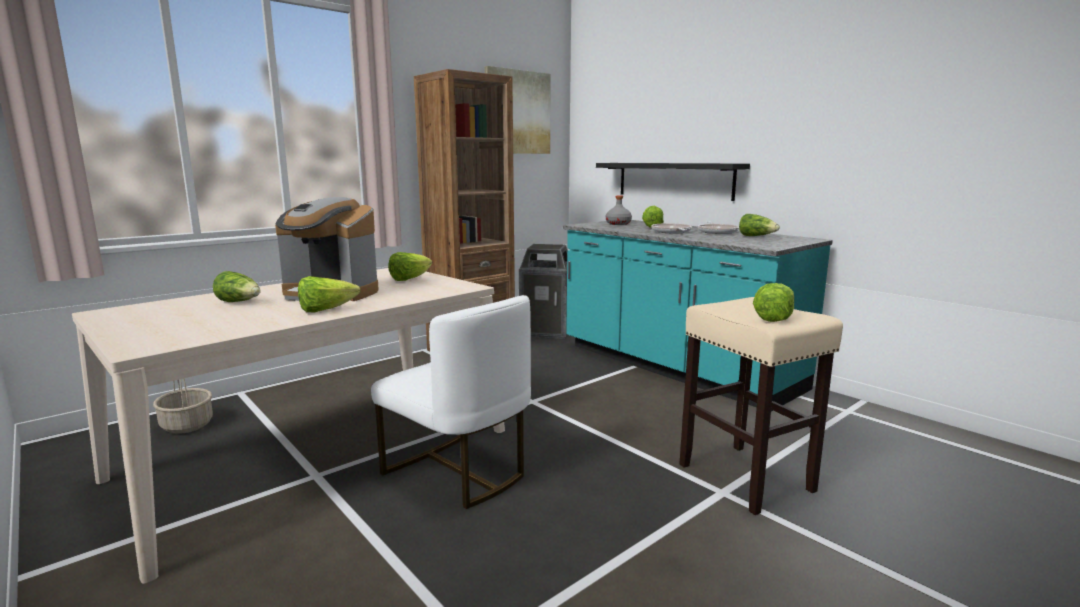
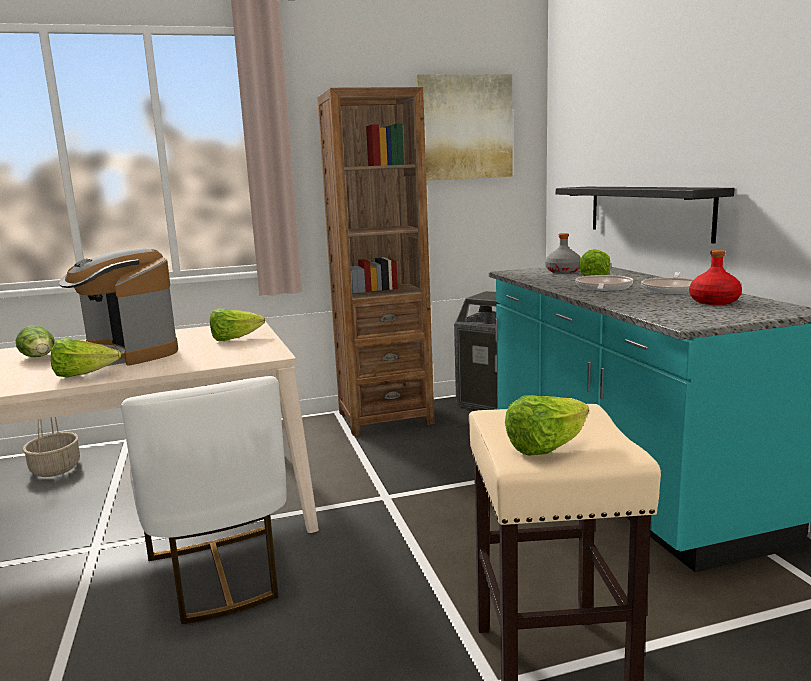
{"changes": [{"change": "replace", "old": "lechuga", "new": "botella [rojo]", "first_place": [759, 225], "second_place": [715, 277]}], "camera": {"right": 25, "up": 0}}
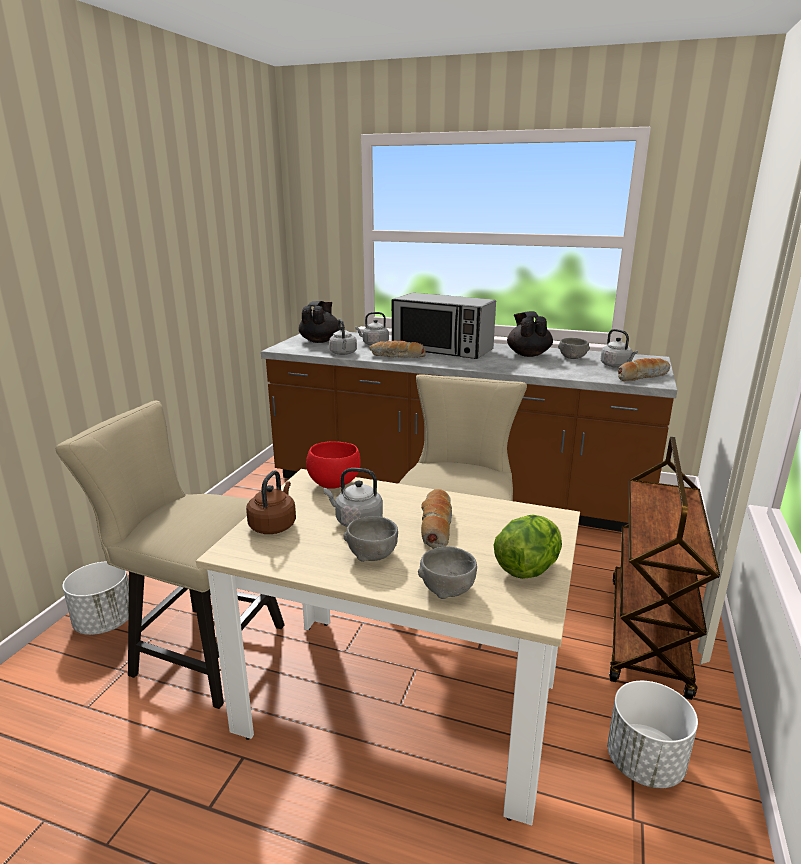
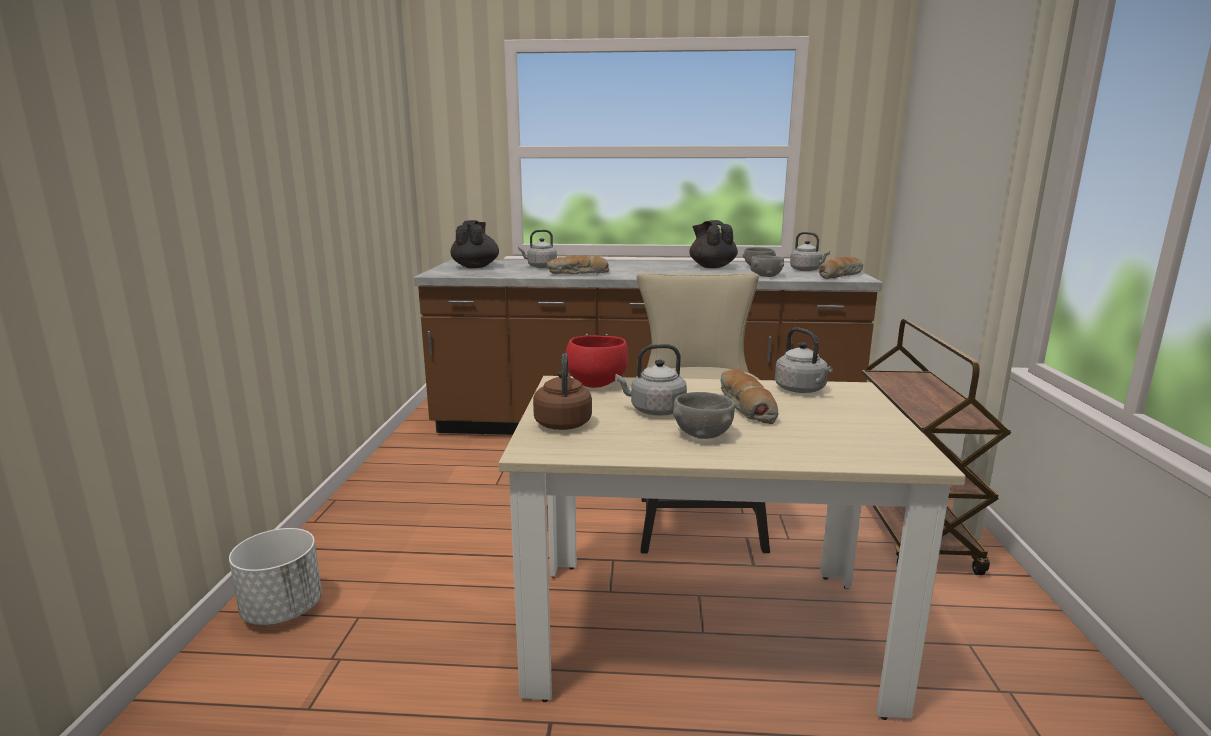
{"changes": [{"change": "delete", "old": "silla [beis]", "first_place": [170, 554]}, {"change": "delete", "old": "microondas", "first_place": [444, 326]}, {"change": "delete", "old": "lechuga", "first_place": [528, 547]}, {"change": "delete", "old": "maceta [blanco]", "first_place": [652, 734]}, {"change": "move", "old": "hervidor [gris]", "first_place": [343, 337], "second_place": [804, 360]}, {"change": "move", "old": "cuenco [gris]", "first_place": [447, 572], "second_place": [767, 266]}], "camera": {"right": -15, "up": -5}}
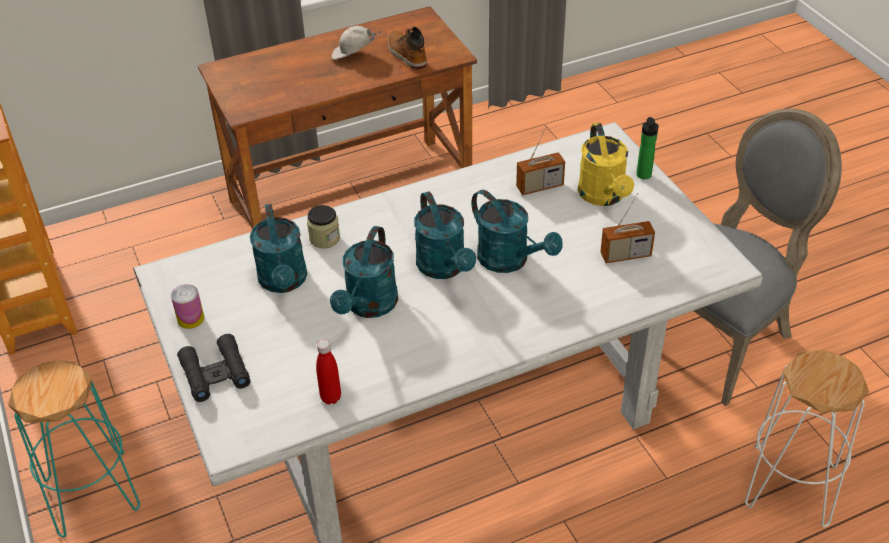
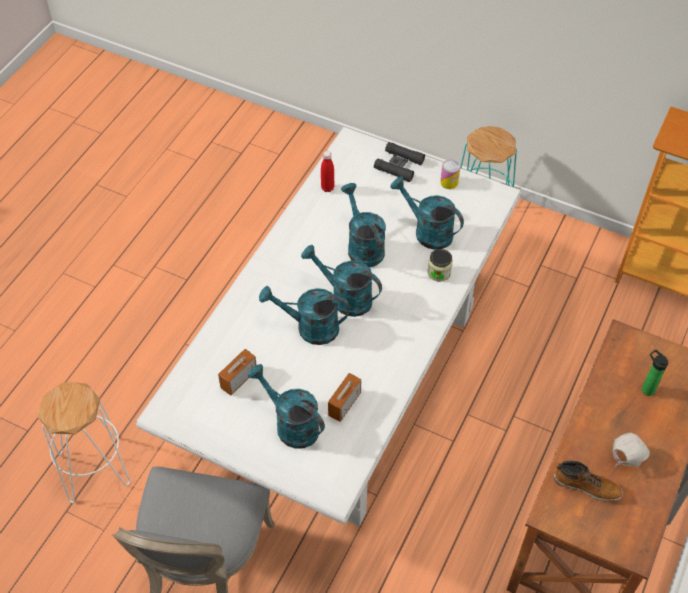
{"changes": [{"change": "move", "old": "botella", "first_place": [647, 148], "second_place": [655, 373]}, {"change": "recolor", "old": "regadera [amarillo]", "new": "regadera [turquesa]", "first_place": [606, 164], "second_place": [286, 406]}], "camera": {"right": 140, "up": 10}}
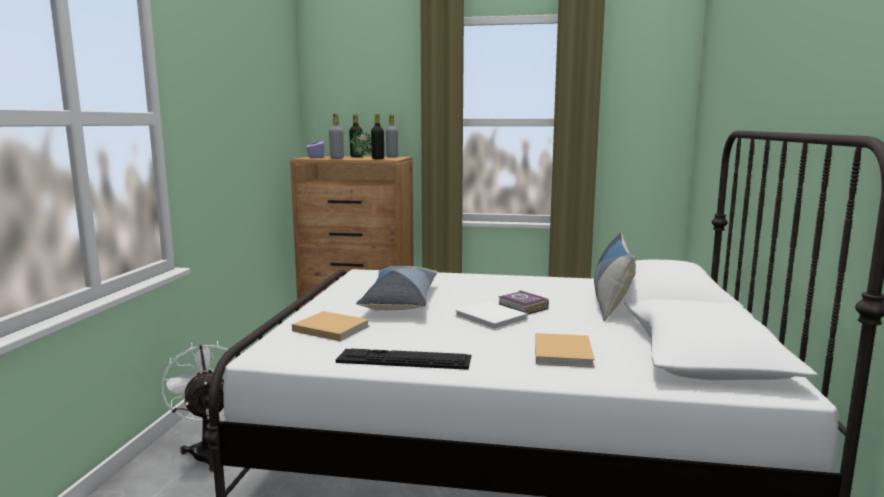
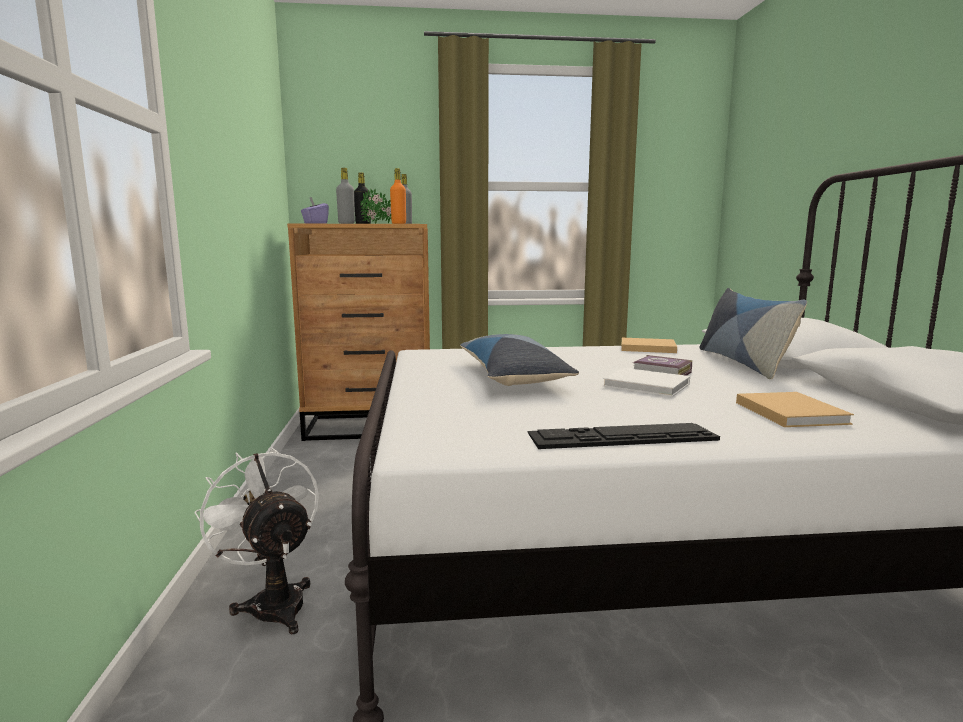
{"changes": [{"change": "move", "old": "libro [beis]", "first_place": [331, 326], "second_place": [649, 345]}, {"change": "recolor", "old": "botella [negro]", "new": "botella [naranja]", "first_place": [377, 136], "second_place": [398, 196]}], "camera": {"right": -15, "up": 0}}
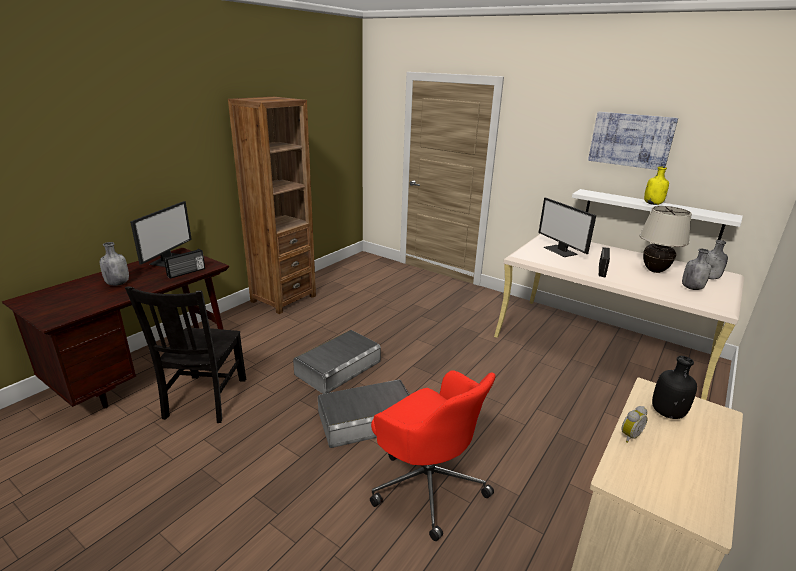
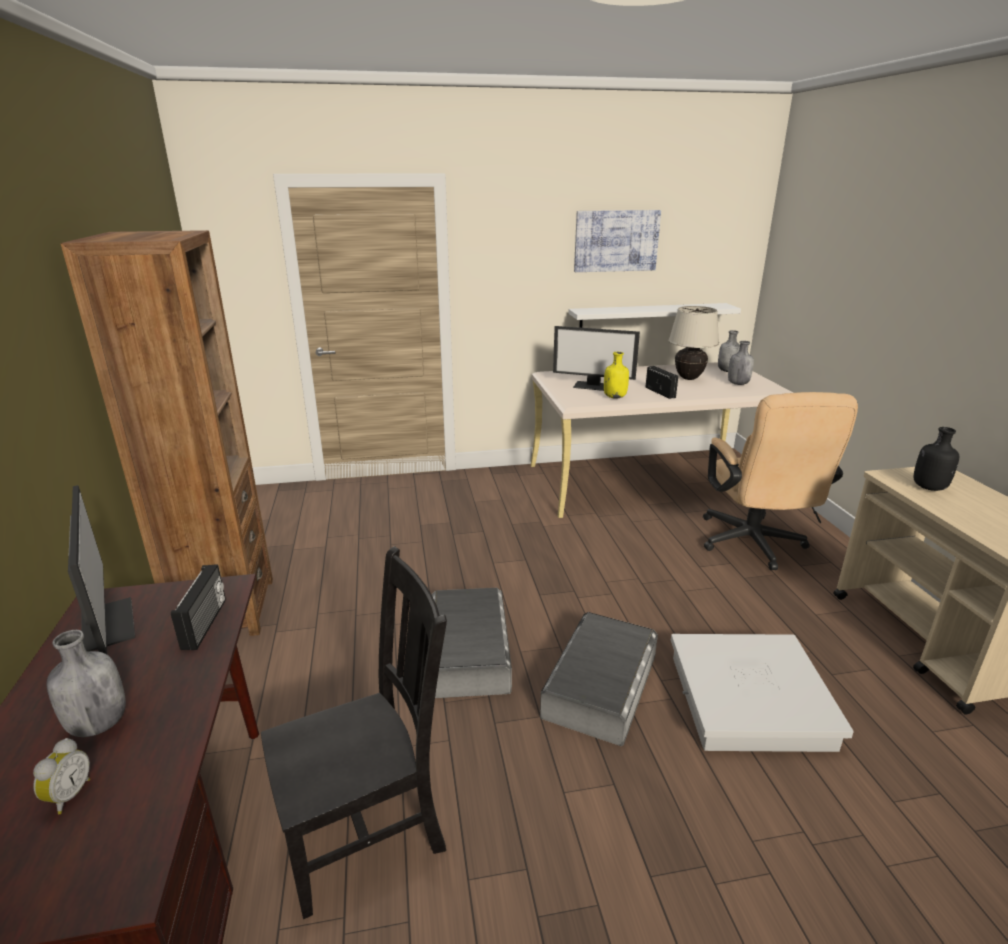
{"changes": [{"change": "insert", "new": "silla de oficina [beis]", "second_place": [780, 481]}, {"change": "move", "old": "despertador", "first_place": [634, 424], "second_place": [61, 776]}, {"change": "move", "old": "botella [amarillo]", "first_place": [656, 185], "second_place": [616, 375]}, {"change": "replace", "old": "silla de oficina [rojo]", "new": "caja de almacenaje [blanco]", "first_place": [432, 455], "second_place": [762, 693]}, {"change": "rotate", "old": "silla [negro]", "first_place": [185, 354], "second_place": [354, 732], "degrees": -75}], "camera": {"right": -45, "up": 0}}
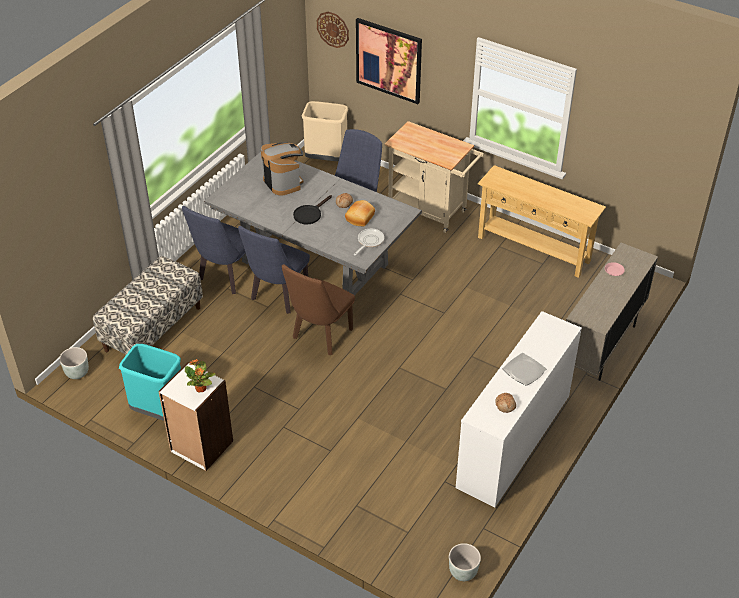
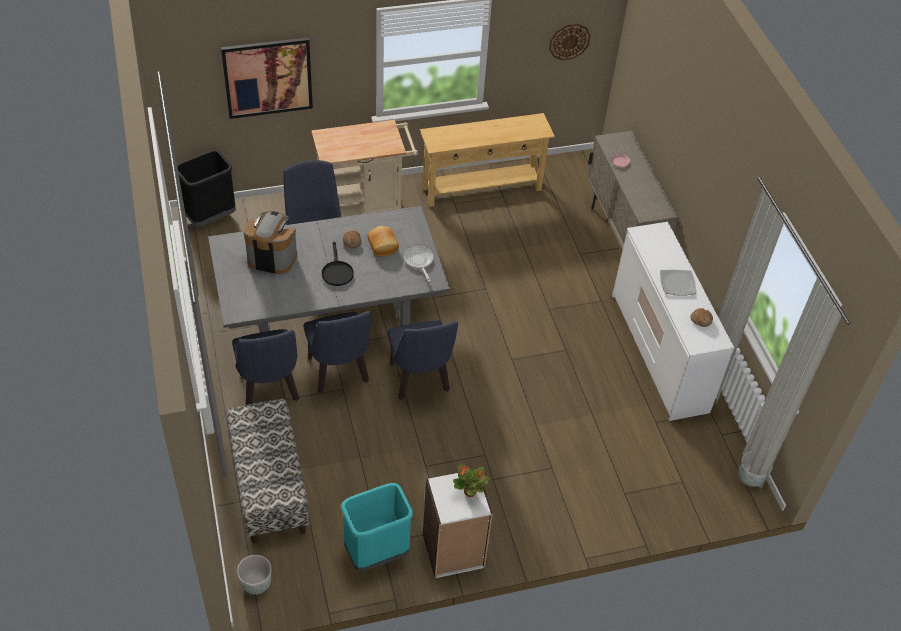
{"changes": [{"change": "move", "old": "reloj de pared", "first_place": [333, 30], "second_place": [570, 42]}, {"change": "recolor", "old": "silla [marrón]", "new": "silla [azul]", "first_place": [318, 309], "second_place": [423, 360]}, {"change": "recolor", "old": "papelera [beis]", "new": "papelera [negro]", "first_place": [325, 131], "second_place": [206, 188]}], "camera": {"right": -50, "up": 5}}
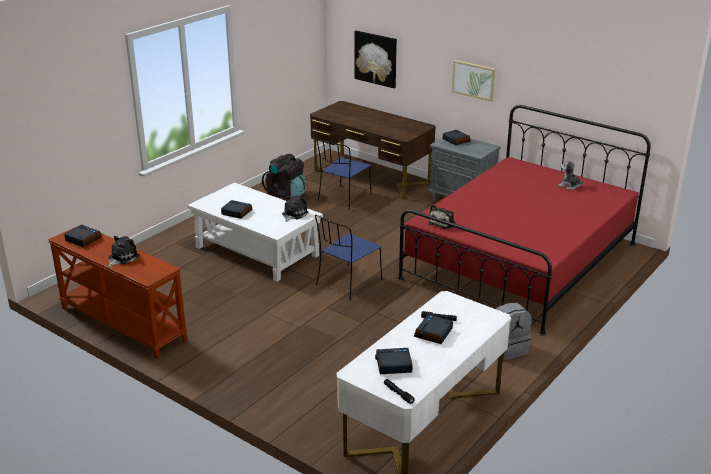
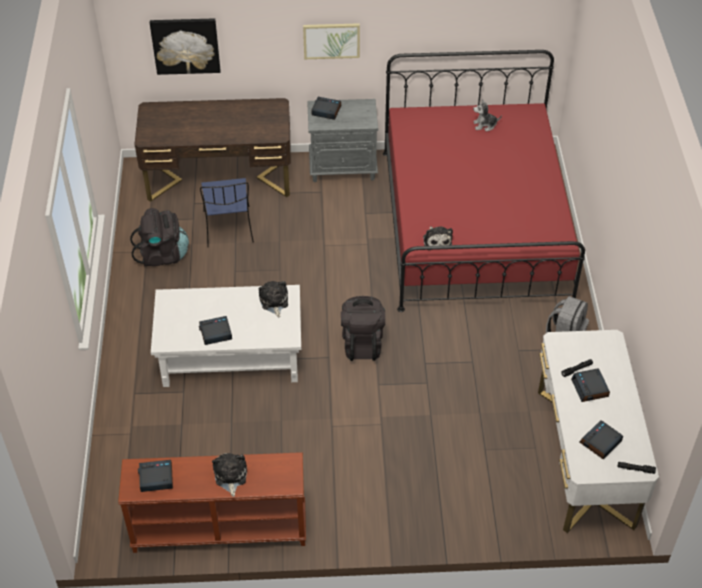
{"changes": [{"change": "replace", "old": "silla [azul]", "new": "mochila [negro]", "first_place": [348, 257], "second_place": [363, 328]}], "camera": {"right": -40, "up": 20}}
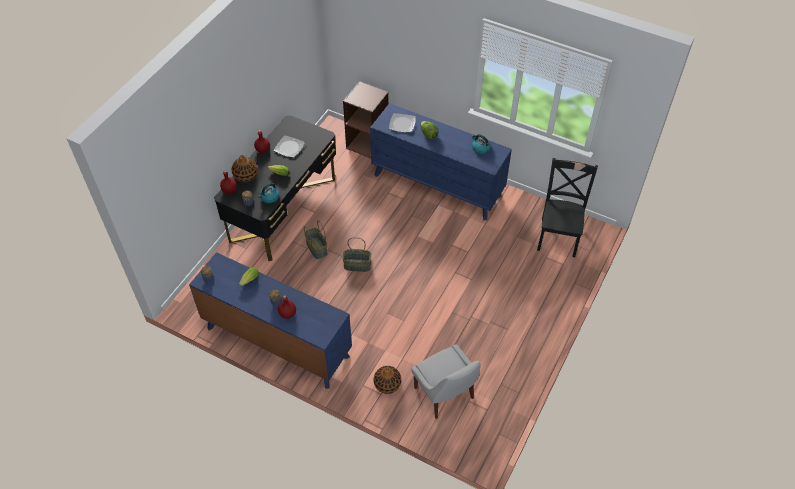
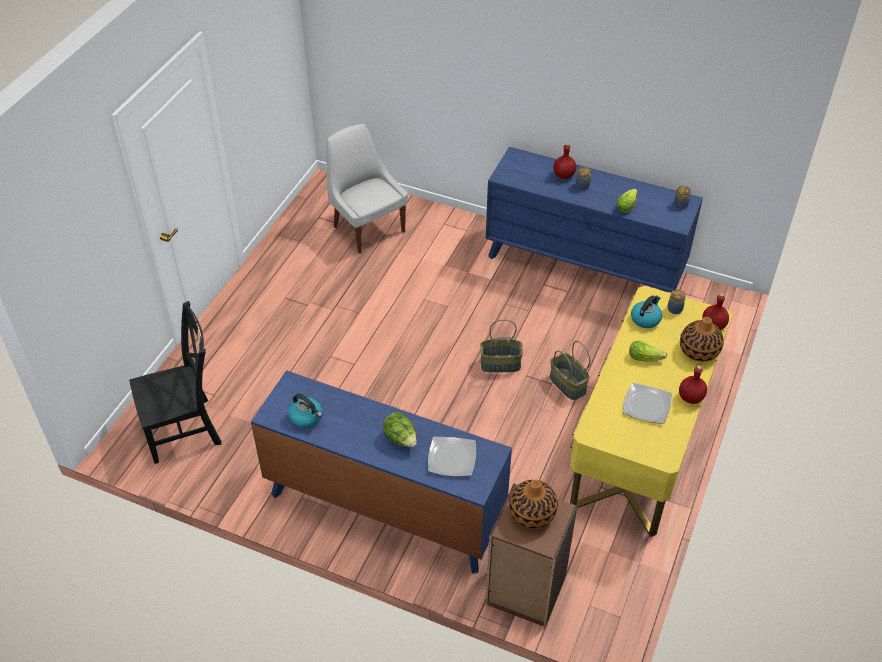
{"changes": [{"change": "move", "old": "florero", "first_place": [387, 380], "second_place": [533, 504]}, {"change": "recolor", "old": "escritorio [negro]", "new": "escritorio [amarillo]", "first_place": [275, 188], "second_place": [651, 411]}, {"change": "rotate", "old": "silla [negro]", "first_place": [567, 207], "second_place": [175, 382], "degrees": -120}], "camera": {"right": 175, "up": -5}}
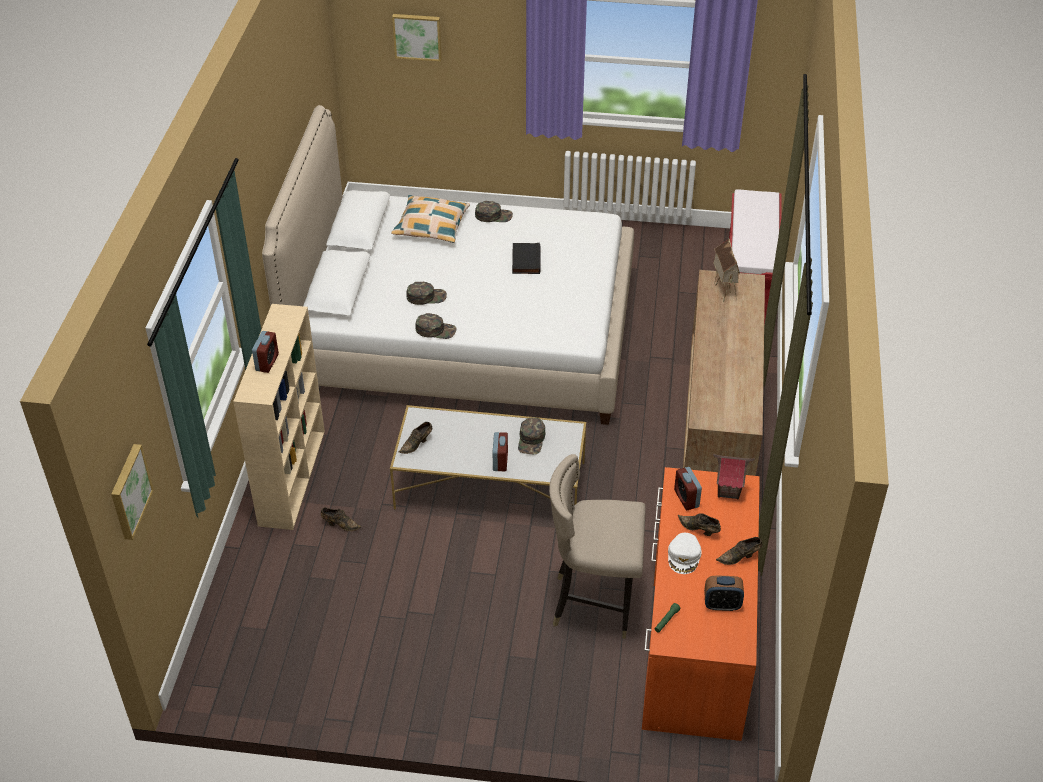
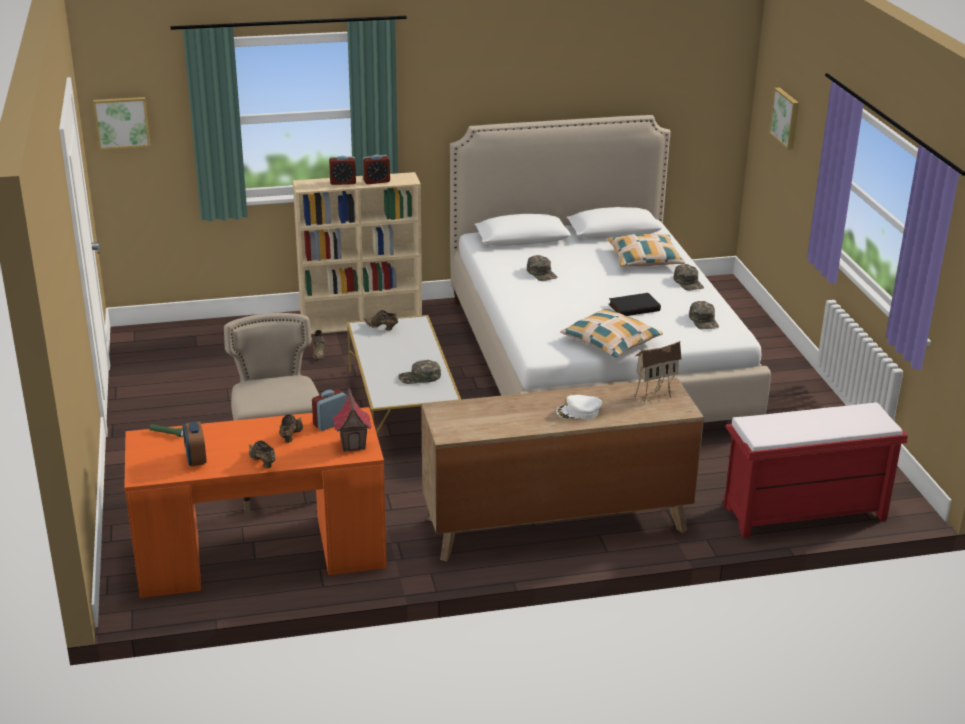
{"changes": [{"change": "insert", "new": "cojín", "second_place": [611, 333]}, {"change": "move", "old": "gorra [verde]", "first_place": [435, 326], "second_place": [704, 315]}, {"change": "move", "old": "despertador", "first_place": [500, 451], "second_place": [376, 169]}, {"change": "move", "old": "gorra [blanco]", "first_place": [685, 553], "second_place": [579, 407]}], "camera": {"right": 70, "up": -15}}
